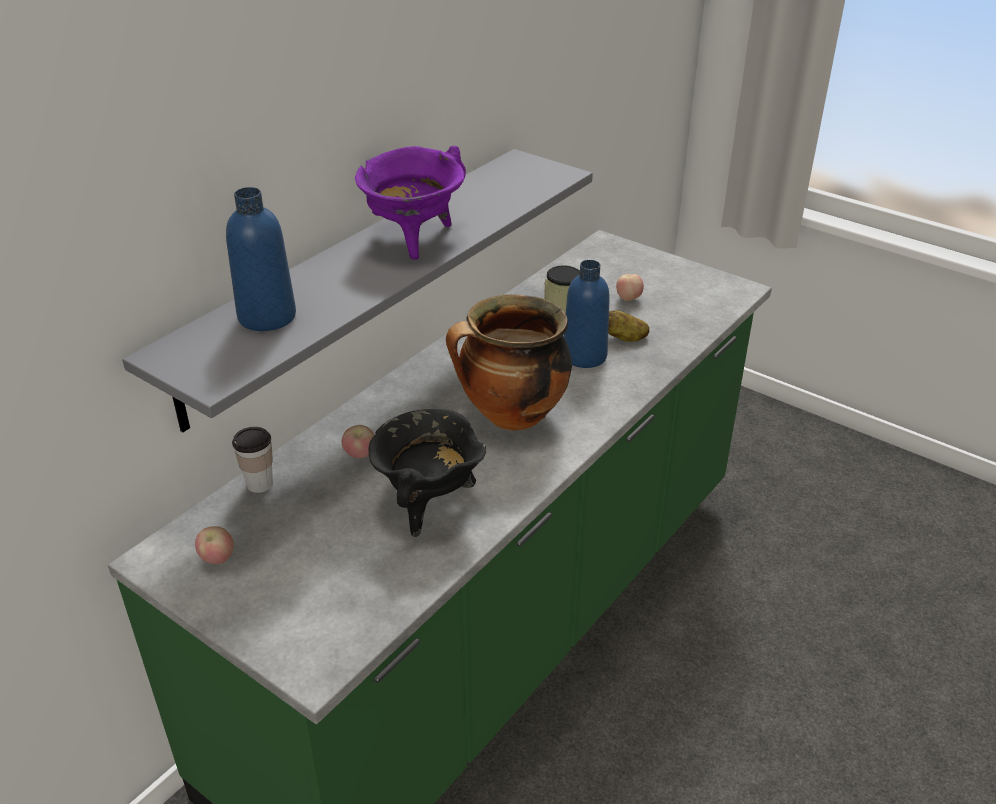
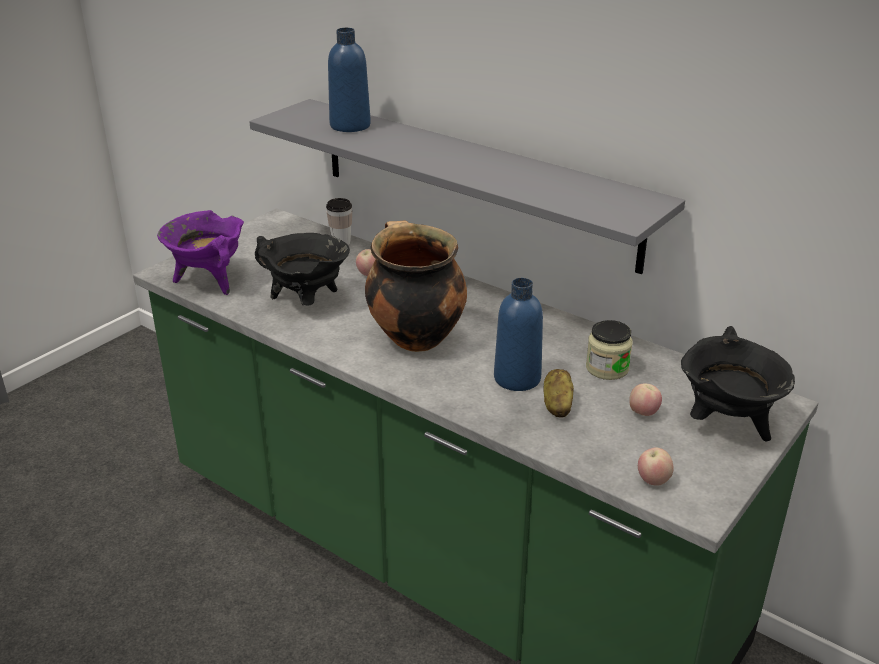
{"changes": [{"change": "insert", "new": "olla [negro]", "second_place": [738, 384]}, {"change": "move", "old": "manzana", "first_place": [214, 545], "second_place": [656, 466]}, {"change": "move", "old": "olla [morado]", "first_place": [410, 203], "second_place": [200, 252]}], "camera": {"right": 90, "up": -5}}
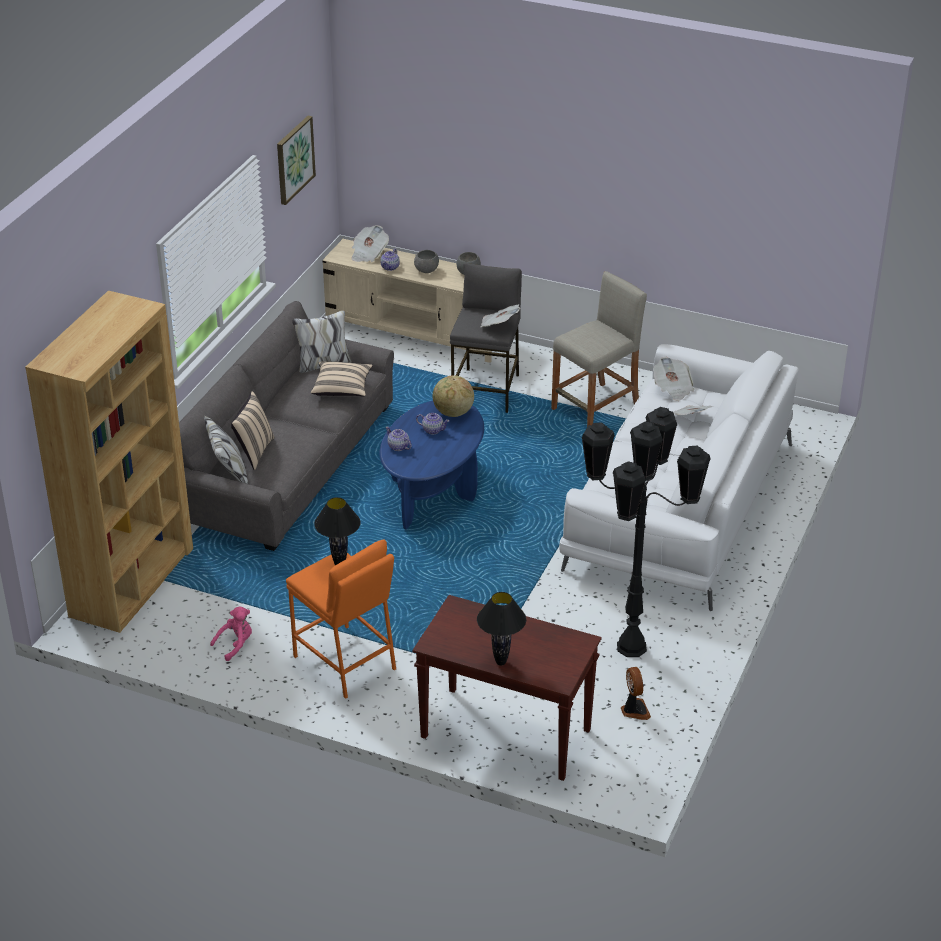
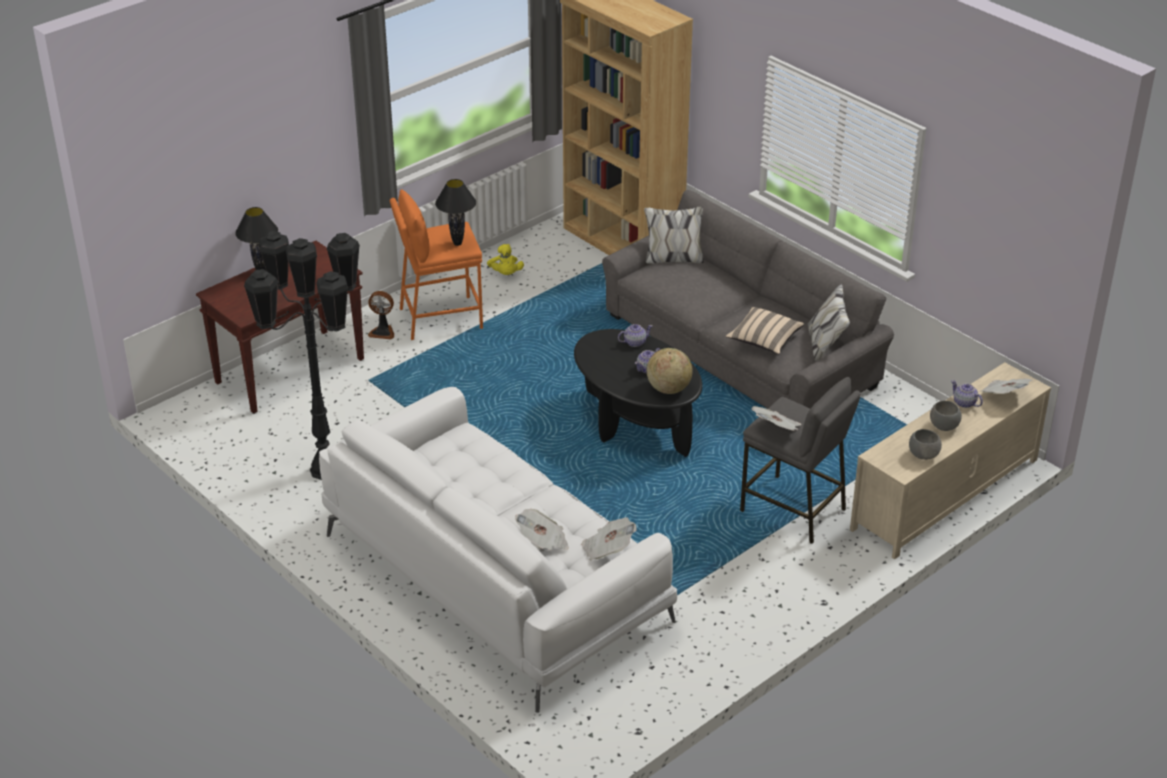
{"changes": [{"change": "delete", "old": "cojín [beis]", "first_place": [253, 430]}, {"change": "delete", "old": "cuadro", "first_place": [296, 160]}, {"change": "delete", "old": "taburete [beis]", "first_place": [599, 349]}, {"change": "move", "old": "ventilador", "first_place": [636, 693], "second_place": [381, 315]}, {"change": "recolor", "old": "peluche [rosa]", "new": "peluche [amarillo]", "first_place": [231, 634], "second_place": [505, 259]}, {"change": "recolor", "old": "mesa de centro [azul]", "new": "mesa de centro [negro]", "first_place": [432, 465], "second_place": [638, 393]}], "camera": {"right": 115, "up": 0}}
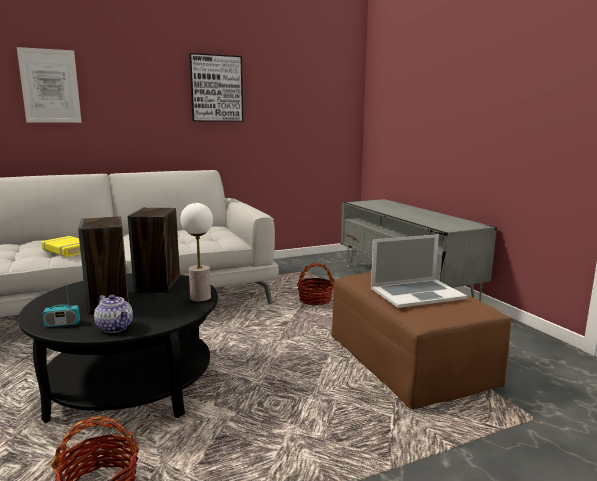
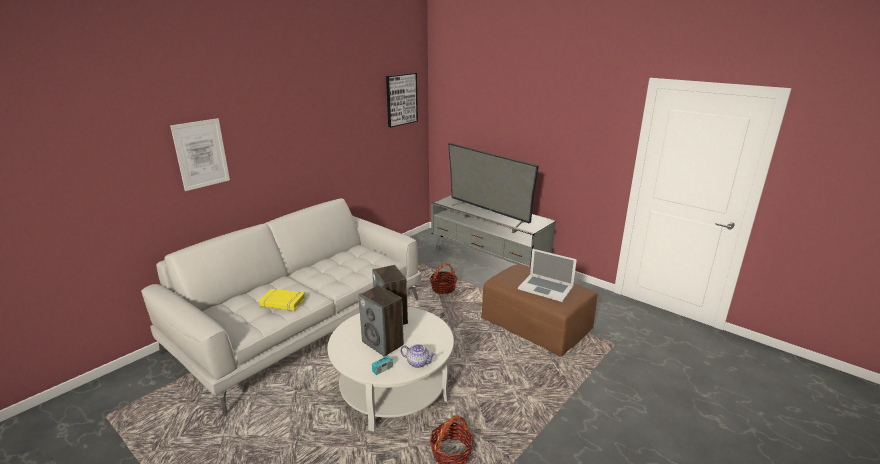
{"changes": [{"change": "delete", "old": "lámpara de mesa", "first_place": [196, 252]}, {"change": "insert", "new": "televisor", "second_place": [493, 185]}, {"change": "move", "old": "cuadro", "first_place": [216, 87], "second_place": [402, 100]}, {"change": "recolor", "old": "mesa de centro [negro]", "new": "mesa de centro [blanco]", "first_place": [118, 348], "second_place": [391, 369]}, {"change": "rotate", "old": "portátil", "first_place": [419, 271], "second_place": [547, 275], "degrees": 75}], "camera": {"right": -25, "up": 10}}
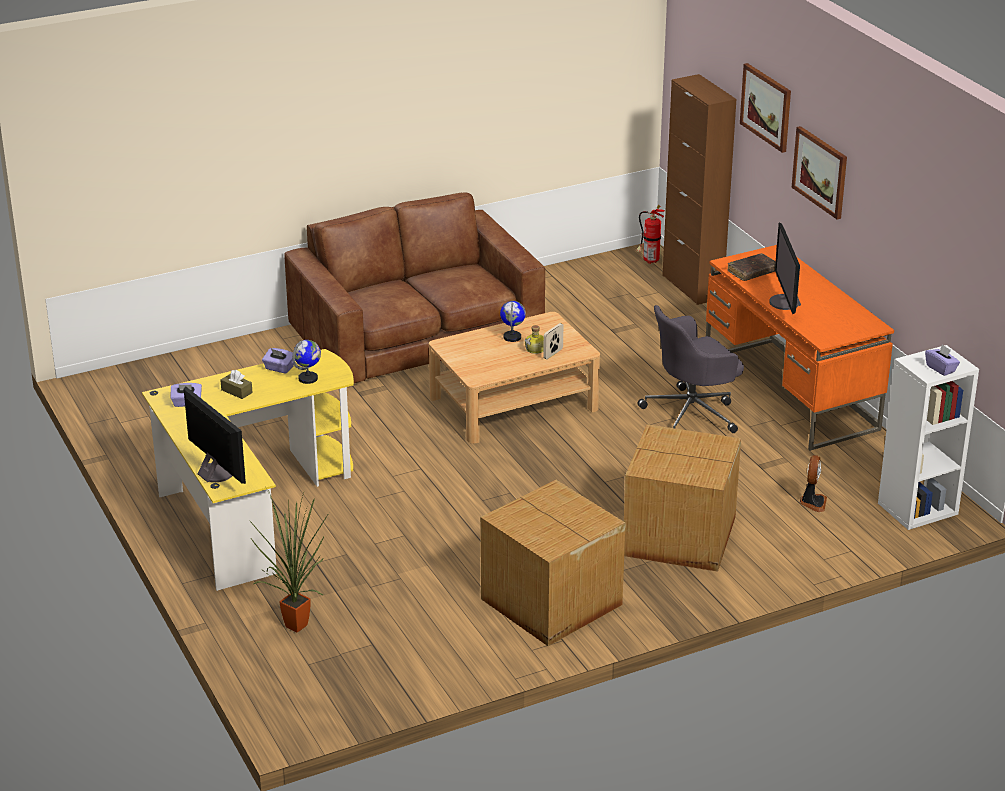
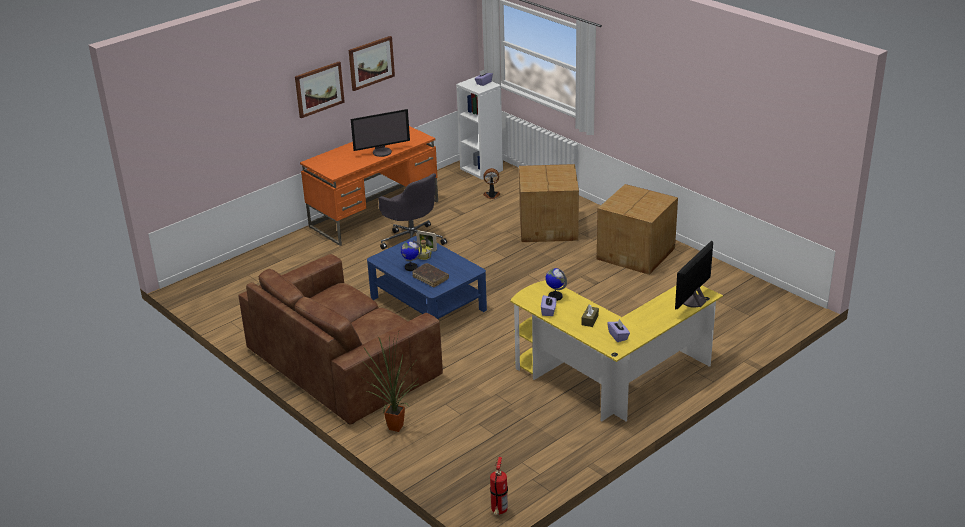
{"changes": [{"change": "delete", "old": "armario [marrón]", "first_place": [699, 189]}, {"change": "move", "old": "planta en maceta", "first_place": [289, 560], "second_place": [391, 382]}, {"change": "move", "old": "extintor", "first_place": [650, 234], "second_place": [499, 486]}, {"change": "move", "old": "libro [marrón]", "first_place": [752, 267], "second_place": [430, 275]}, {"change": "move", "old": "cuadro", "first_place": [765, 108], "second_place": [372, 63]}, {"change": "recolor", "old": "mesa de centro [beis]", "new": "mesa de centro [azul]", "first_place": [514, 378], "second_place": [427, 277]}], "camera": {"right": -105, "up": 0}}
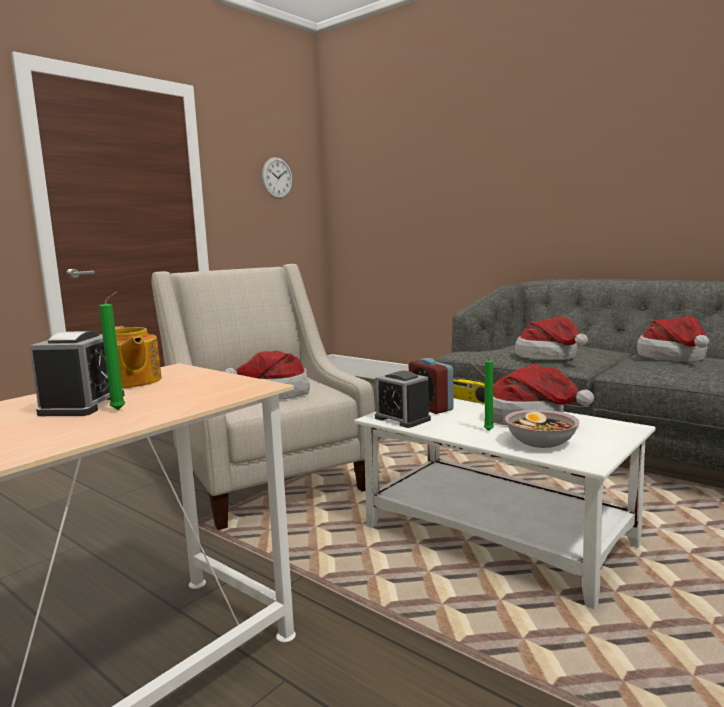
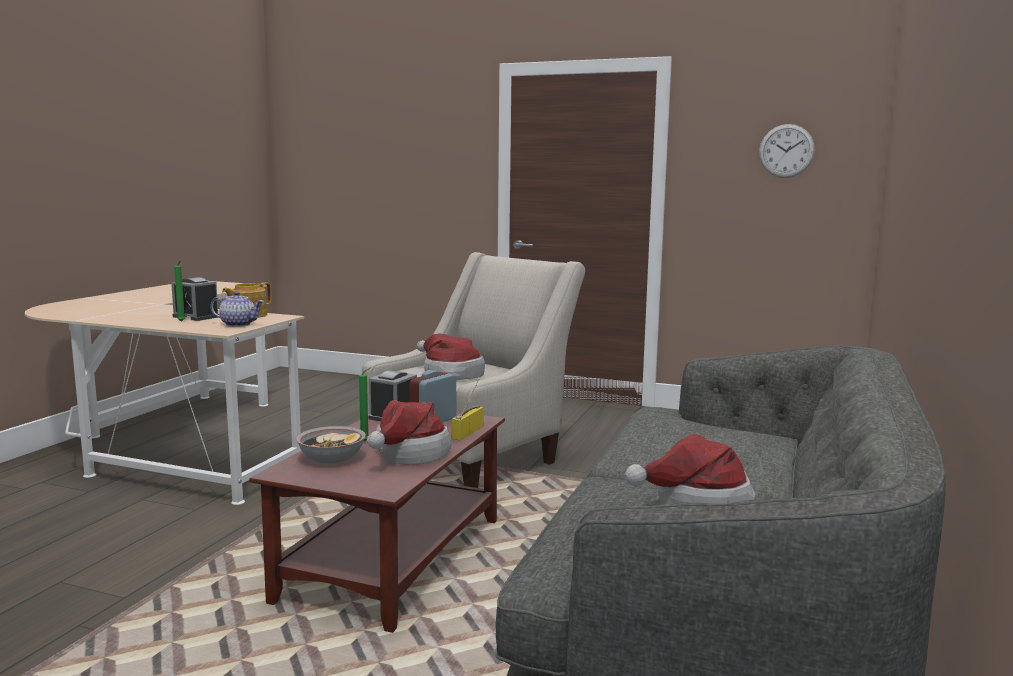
{"changes": [{"change": "delete", "old": "sombrero", "first_place": [551, 338]}, {"change": "insert", "new": "tetera", "second_place": [237, 309]}, {"change": "recolor", "old": "mesa de centro [blanco]", "new": "mesa de centro [marrón]", "first_place": [505, 503], "second_place": [377, 522]}, {"change": "rotate", "old": "despertador", "first_place": [77, 373], "second_place": [195, 299], "degrees": 45}], "camera": {"right": 70, "up": 0}}
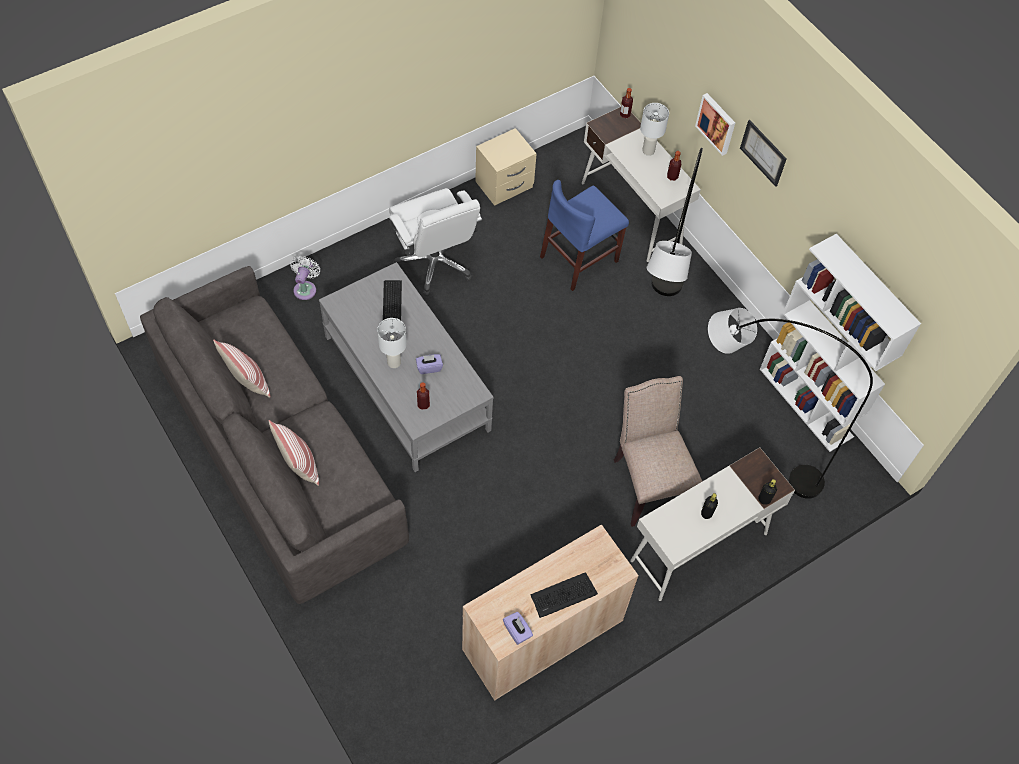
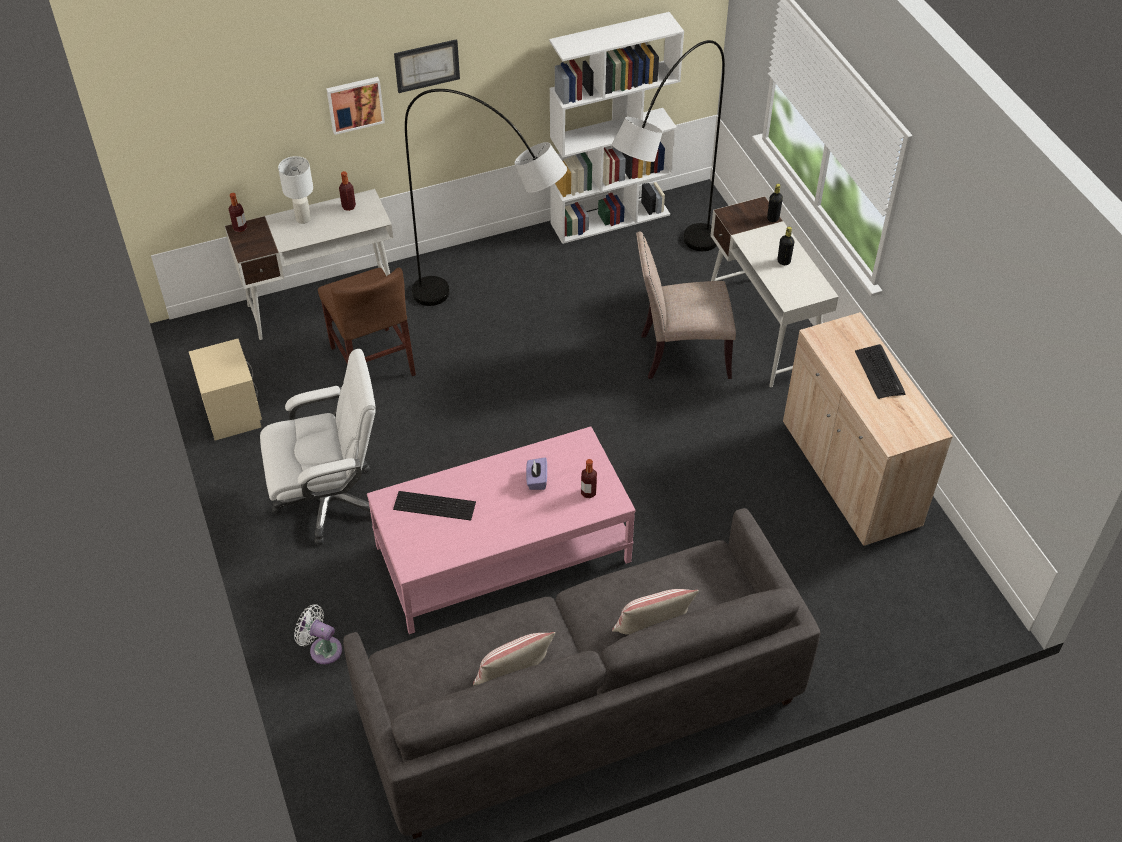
{"changes": [{"change": "delete", "old": "lámpara de mesa [blanco]", "first_place": [392, 343]}, {"change": "delete", "old": "caja de pañuelos [morado]", "first_place": [518, 628]}, {"change": "recolor", "old": "mesa de centro [gris]", "new": "mesa de centro [rosa]", "first_place": [406, 367], "second_place": [501, 530]}, {"change": "recolor", "old": "silla [azul]", "new": "silla [marrón]", "first_place": [584, 235], "second_place": [367, 322]}], "camera": {"right": -75, "up": -10}}
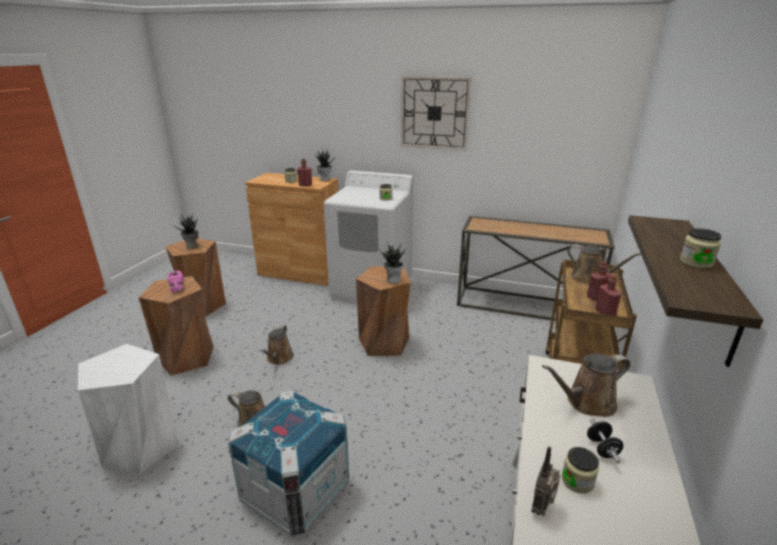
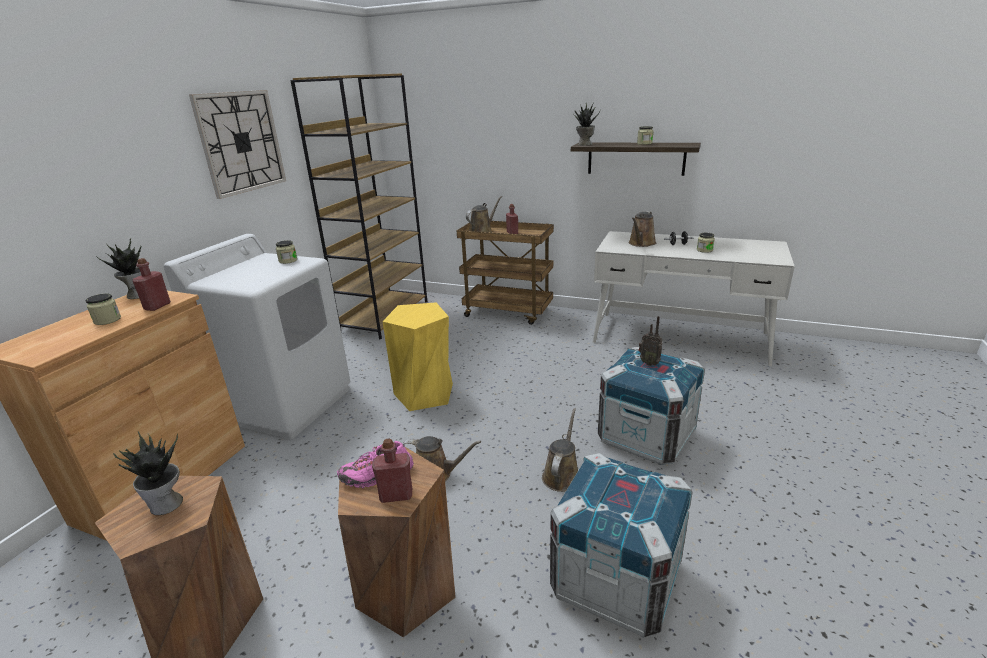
{"changes": [{"change": "move", "old": "planta en maceta", "first_place": [392, 264], "second_place": [587, 124]}, {"change": "move", "old": "radio", "first_place": [546, 481], "second_place": [650, 341]}, {"change": "move", "old": "botella [rojo]", "first_place": [608, 295], "second_place": [392, 471]}, {"change": "replace", "old": "taburete [blanco]", "new": "caja de embalaje", "first_place": [128, 409], "second_place": [621, 545]}, {"change": "replace", "old": "mesa consola", "new": "estantería [marrón]", "first_place": [536, 268], "second_place": [358, 206]}, {"change": "recolor", "old": "taburete [marrón]", "new": "taburete [amarillo]", "first_place": [383, 311], "second_place": [417, 356]}, {"change": "rotate", "old": "regadera [marrón]", "first_place": [586, 385], "second_place": [642, 229], "degrees": 45}], "camera": {"right": -85, "up": 0}}
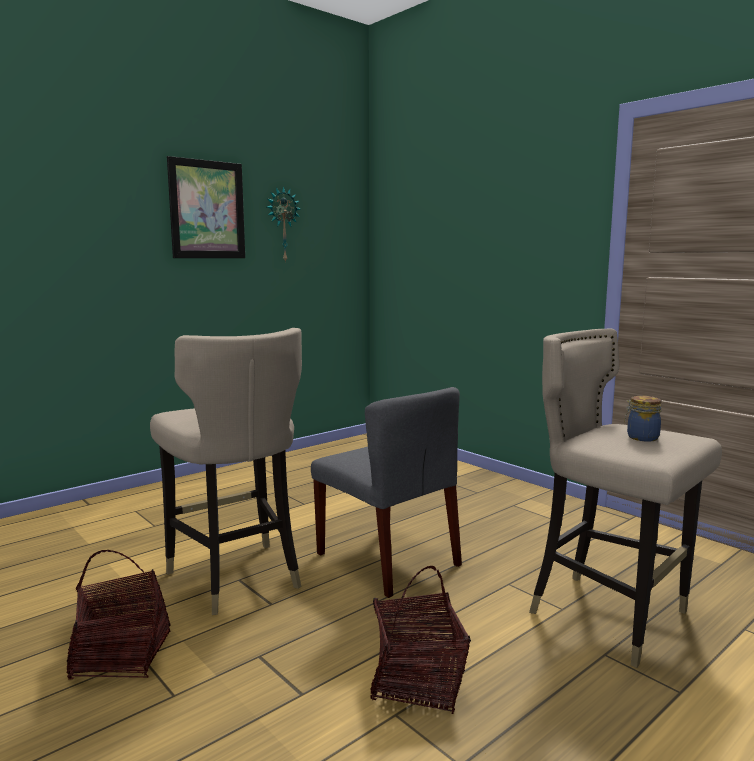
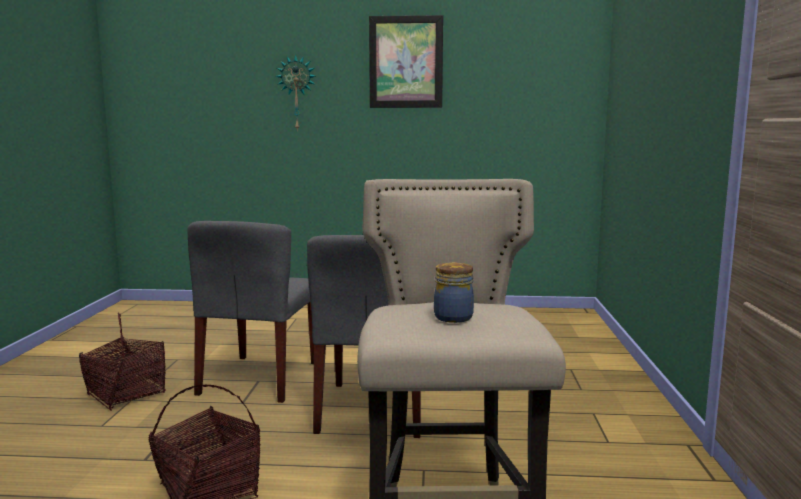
{"changes": [{"change": "move", "old": "reloj de pared", "first_place": [283, 224], "second_place": [296, 92]}, {"change": "replace", "old": "taburete [beis]", "new": "silla [gris]", "first_place": [226, 471], "second_place": [250, 312]}], "camera": {"right": 45, "up": 0}}
